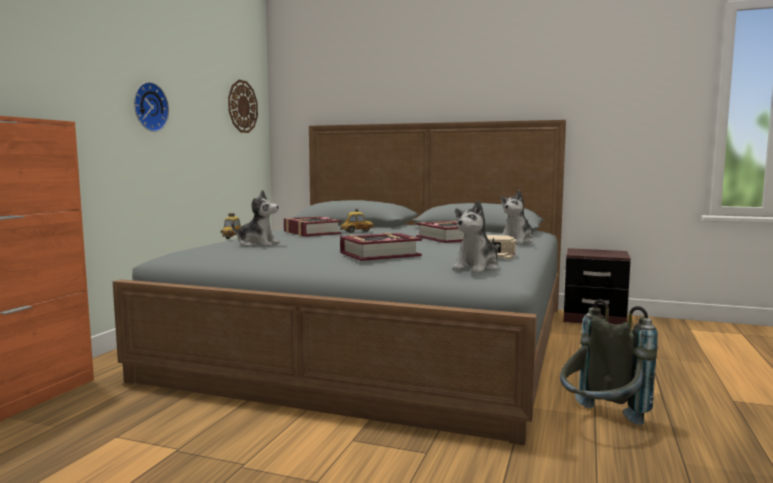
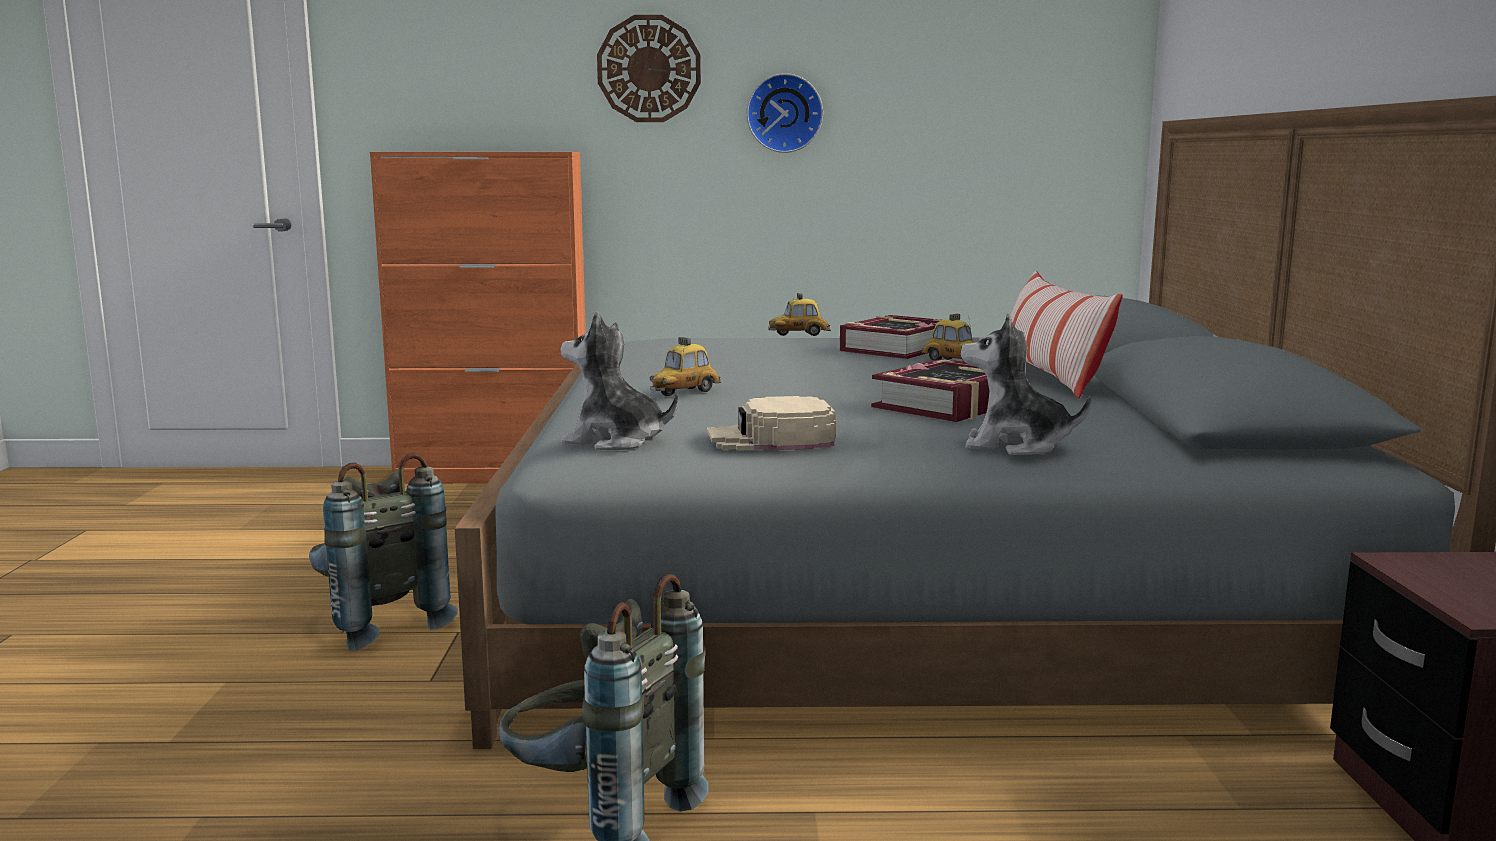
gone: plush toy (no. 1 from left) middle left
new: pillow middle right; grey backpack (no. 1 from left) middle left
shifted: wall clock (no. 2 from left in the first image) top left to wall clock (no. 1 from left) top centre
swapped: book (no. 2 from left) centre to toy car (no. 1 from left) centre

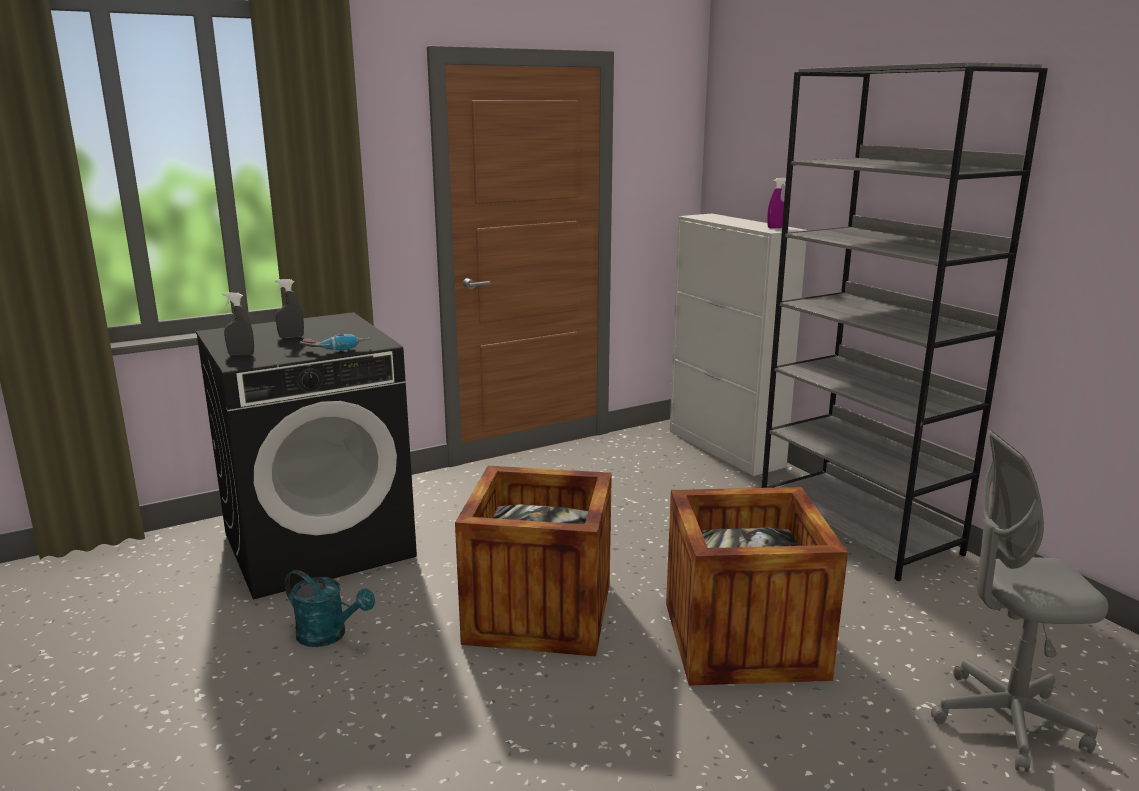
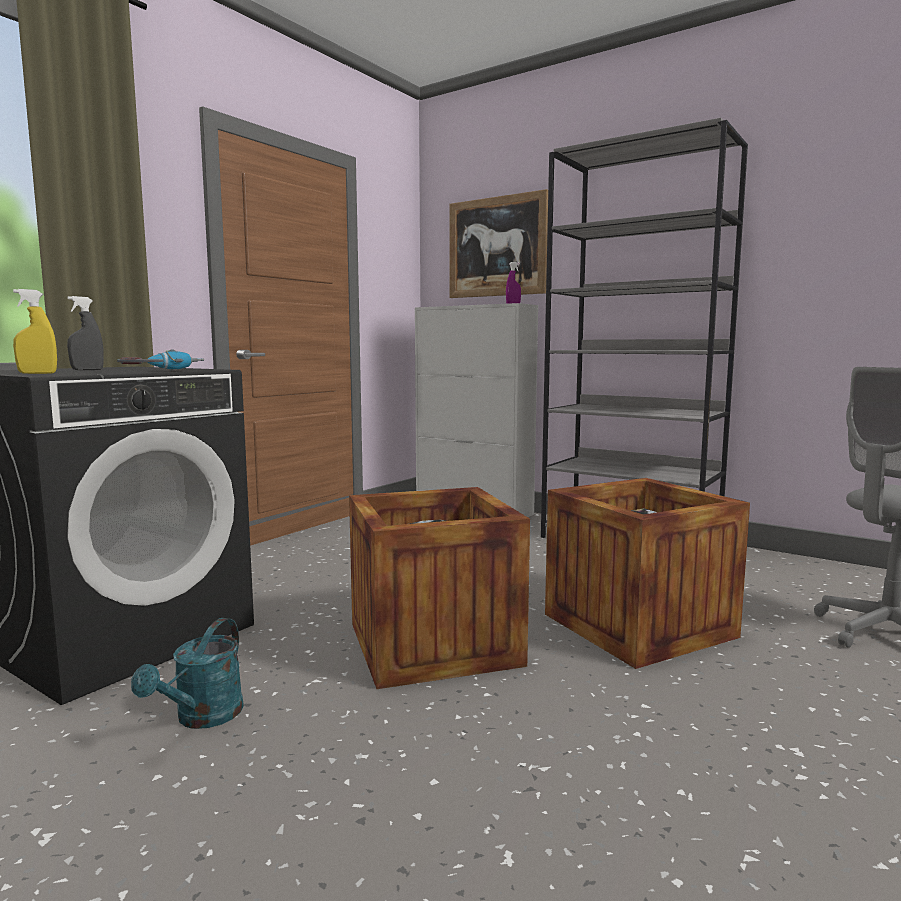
new: picture top centre
repainted: grey spray bottle (no. 1 from left) middle left to yellow spray bottle middle left
rotated: turquoise watering can bottom left = bottom left 105 degrees clockwise

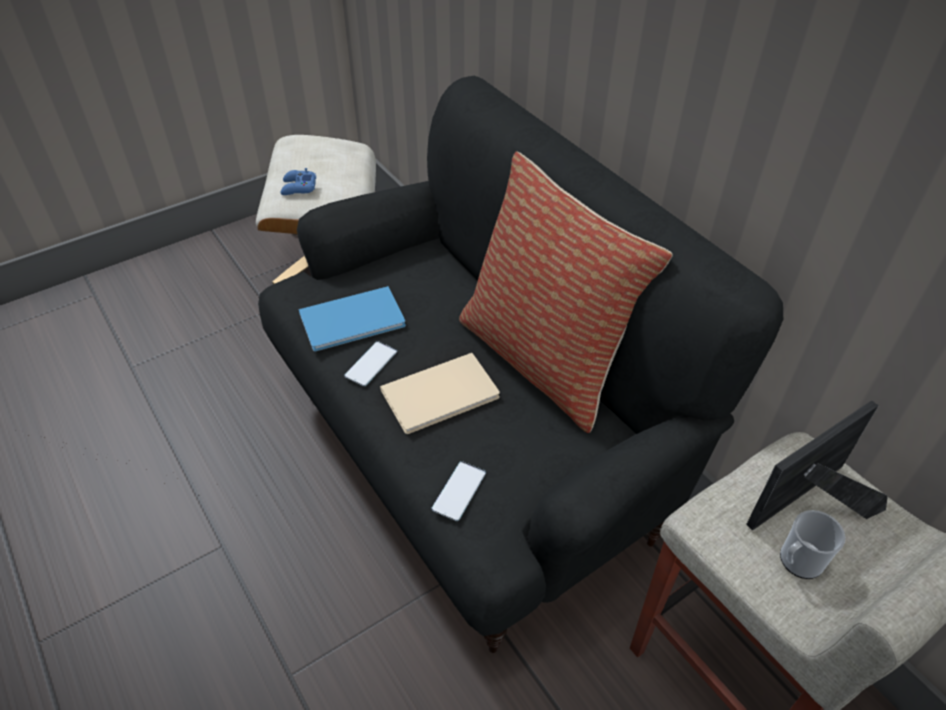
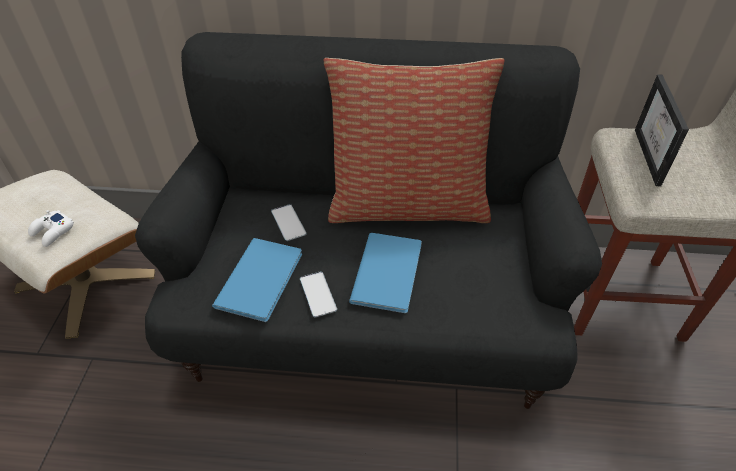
gone: mug bottom right
shifted: phone (no. 2 from left in the first image) bottom centre to phone (no. 1 from left) centre
repainted: blue game controller top left to white game controller middle left; beige book centre to blue book (no. 2 from left) centre

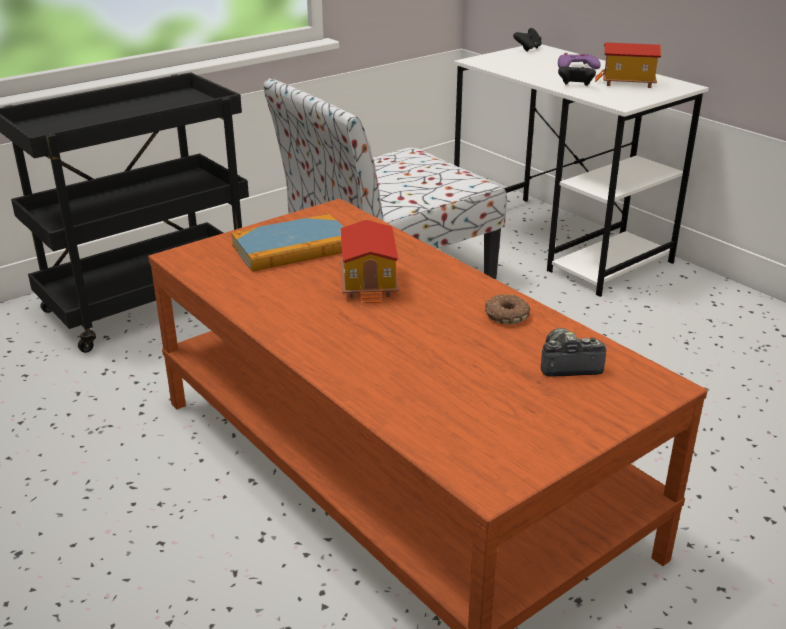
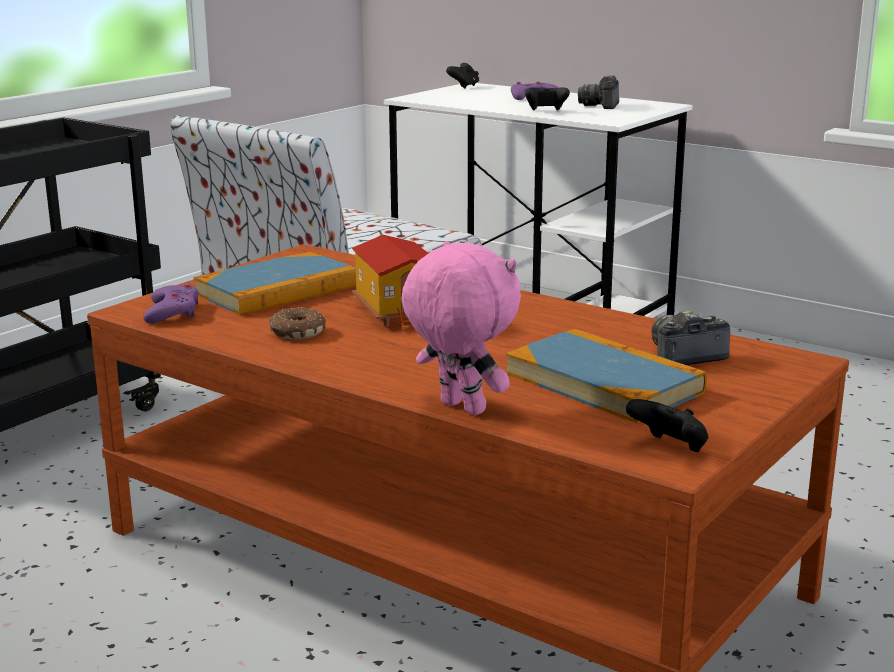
new: pink plush toy centre; purple game controller (no. 1 from left) middle left; book (no. 2 from left) middle right; black game controller (no. 3 from left) middle right
shifted: donut centre to middle left
swapped: toy house (no. 2 from left) top right to photo camera (no. 1 from left) top right

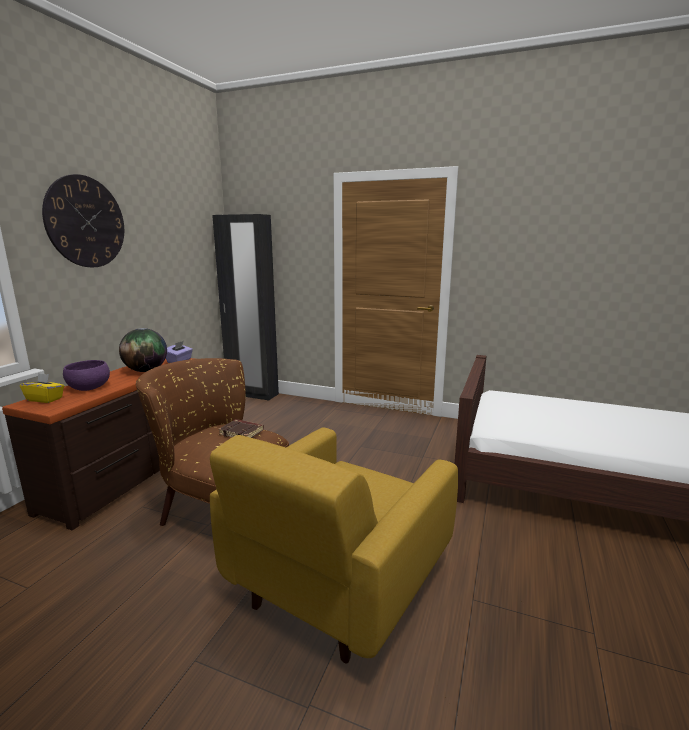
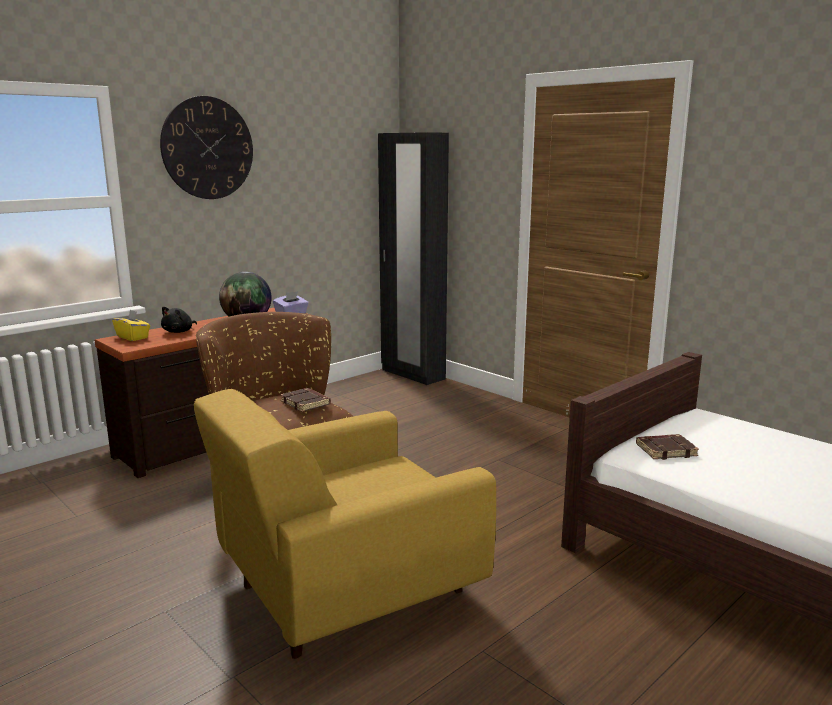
new: brown book (no. 2 from left) middle right
swapped: purple bowl middle left to black plush toy middle left

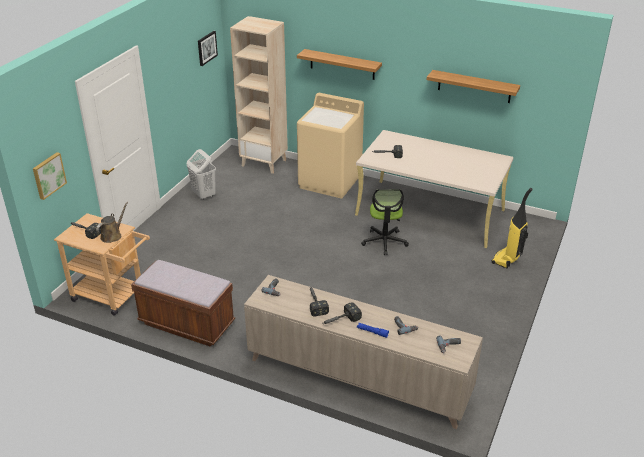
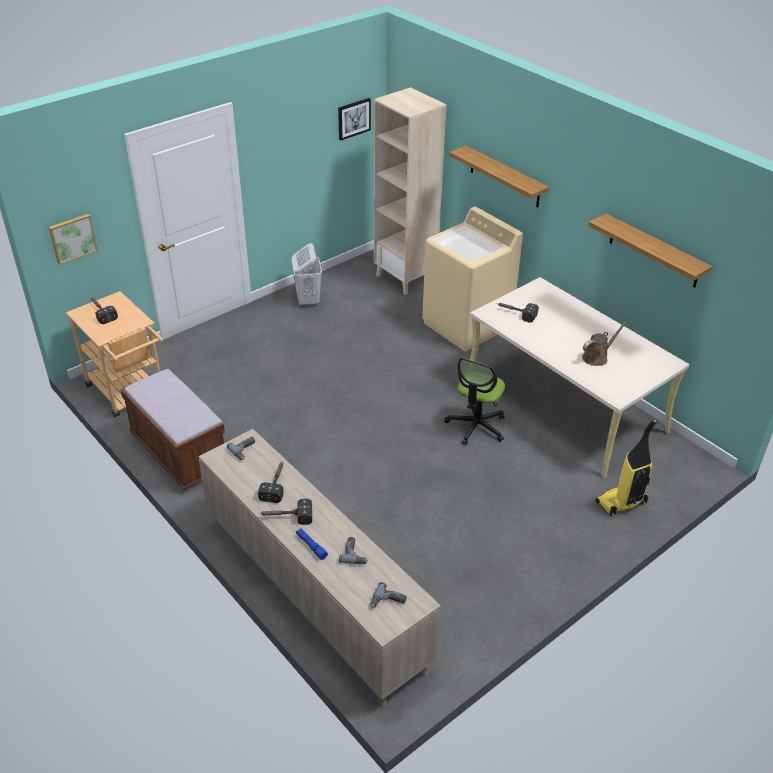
shifted: brown watering can middle left to middle right

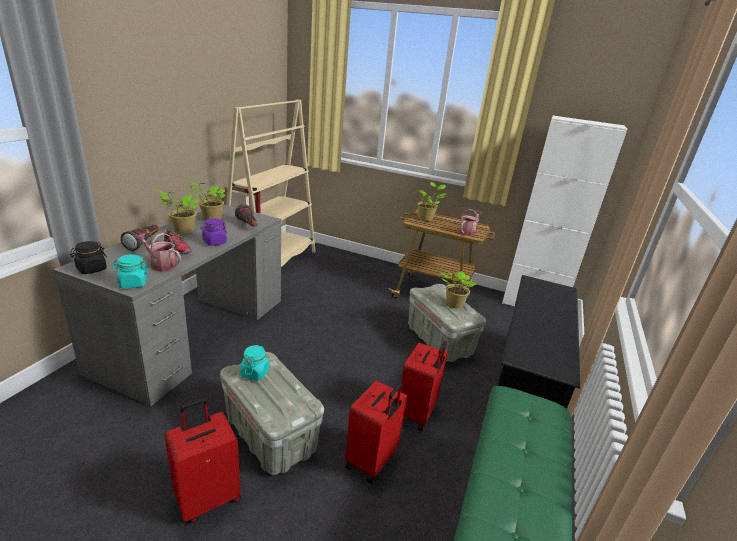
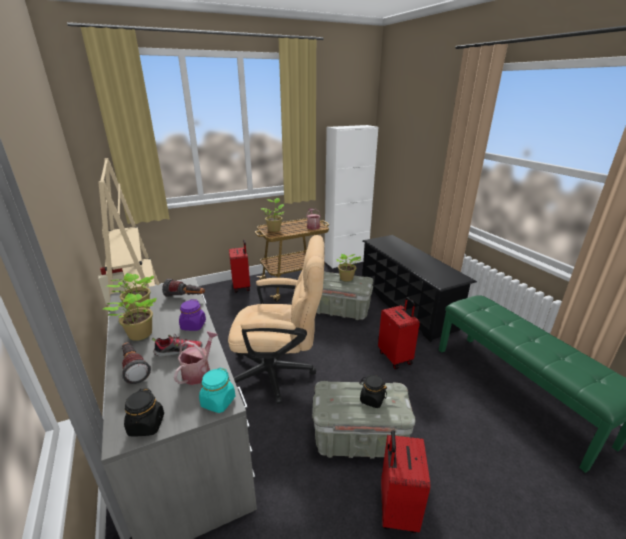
gone: turquoise jar (no. 2 from left) bottom centre
new: beige office chair centre; black jar (no. 2 from left) bottom centre
shifted: red suitcase (no. 2 from left in the first image) bottom centre to red suitcase (no. 1 from left) centre
rotated: watering can (no. 1 from left) middle left = middle left 135 degrees clockwise

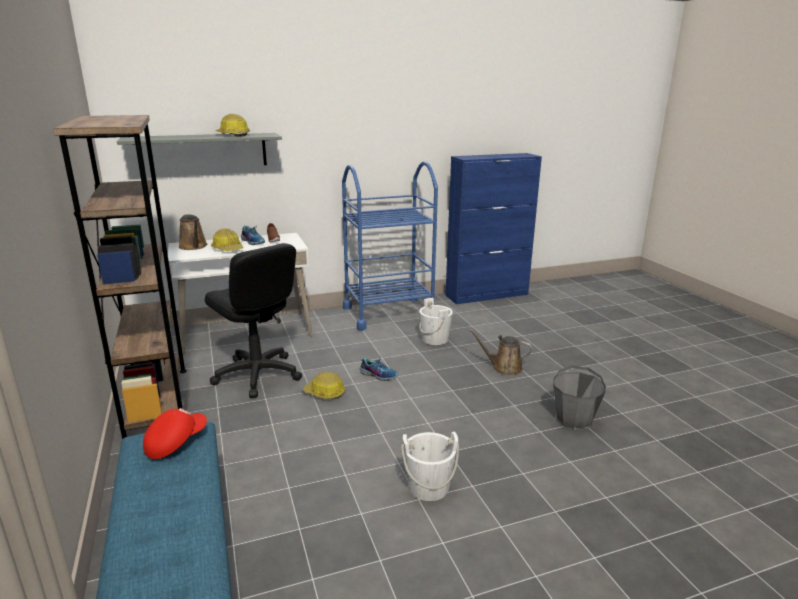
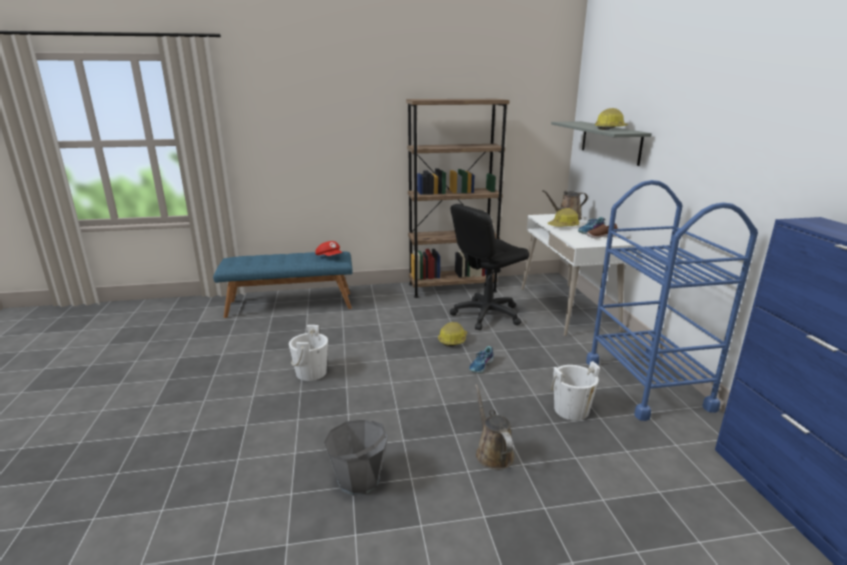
rotated: brown watering can (no. 2 from left in the first image) centre = bottom centre 45 degrees counterclockwise

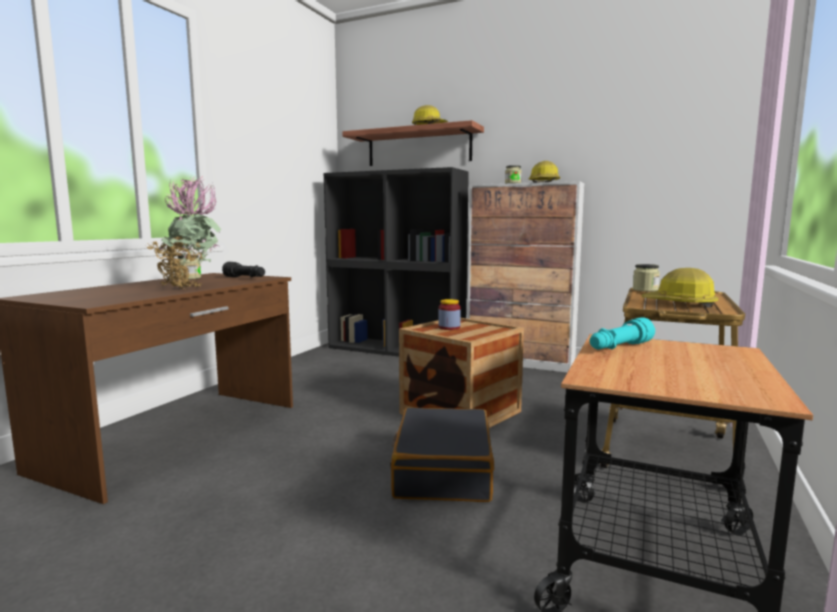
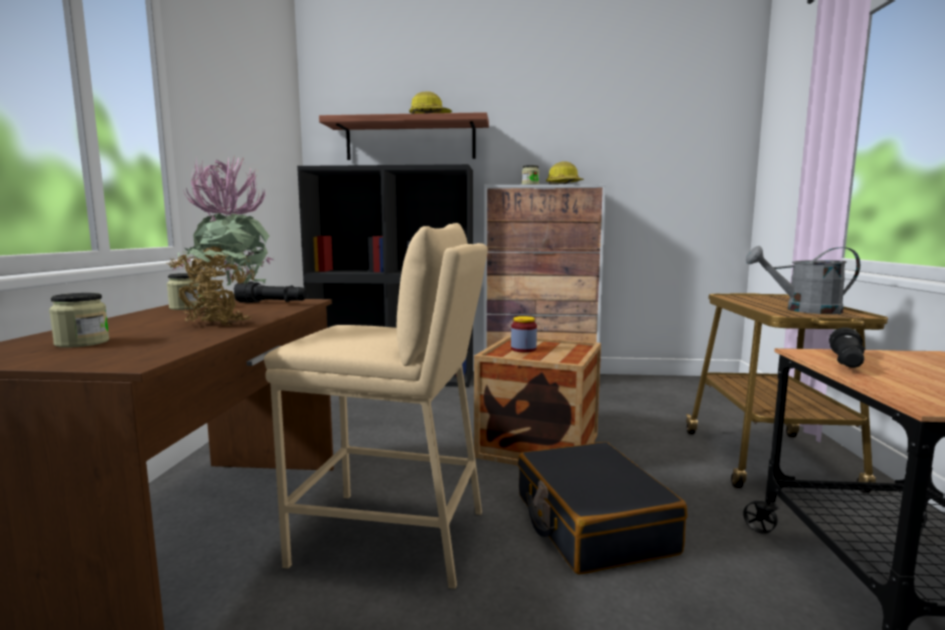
new: beige stool centre
shifted: jar (no. 4 from left in the first image) middle right to jar (no. 1 from left) middle left
swapped: hard hat (no. 3 from left) middle right to grey watering can middle right
repainted: turquoise flashlight middle right to black flashlight (no. 2 from left) middle right

